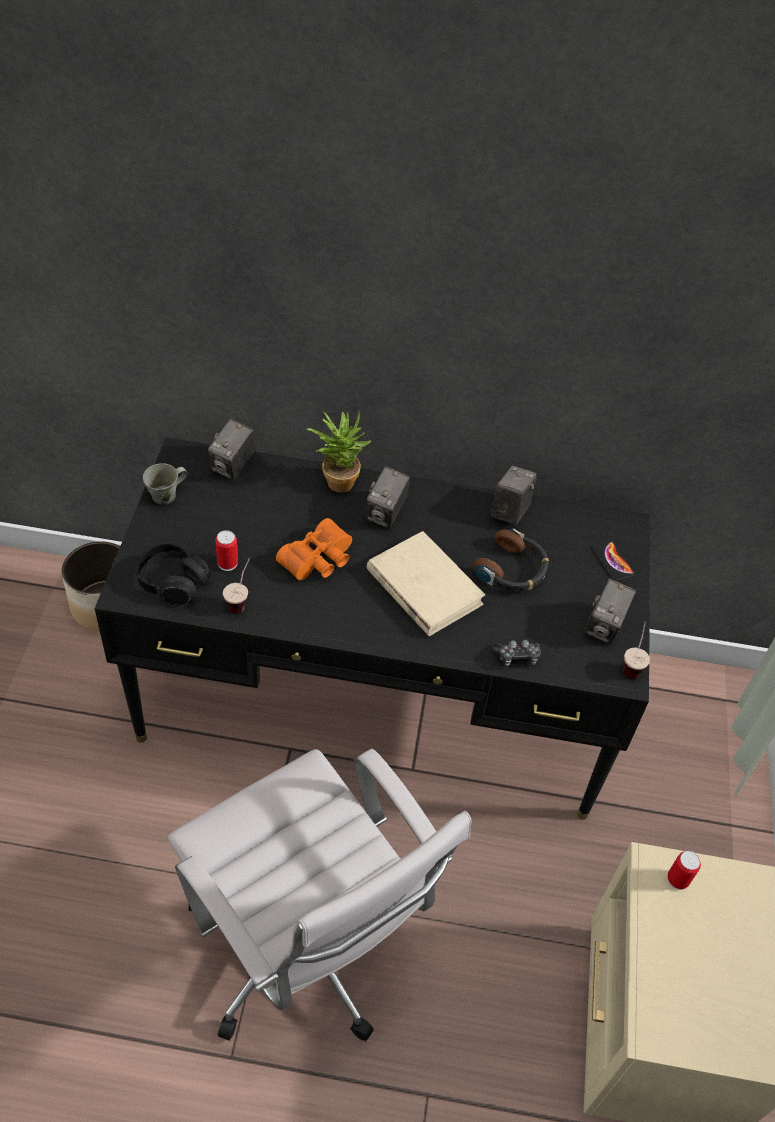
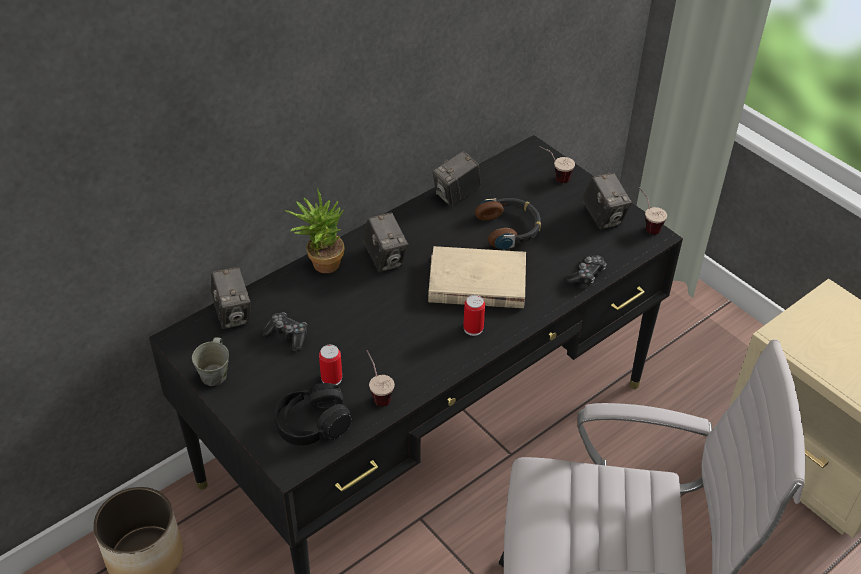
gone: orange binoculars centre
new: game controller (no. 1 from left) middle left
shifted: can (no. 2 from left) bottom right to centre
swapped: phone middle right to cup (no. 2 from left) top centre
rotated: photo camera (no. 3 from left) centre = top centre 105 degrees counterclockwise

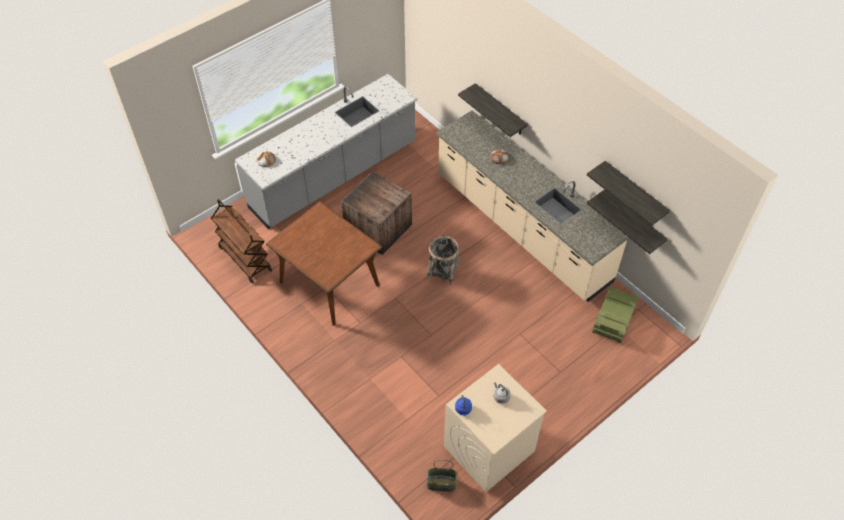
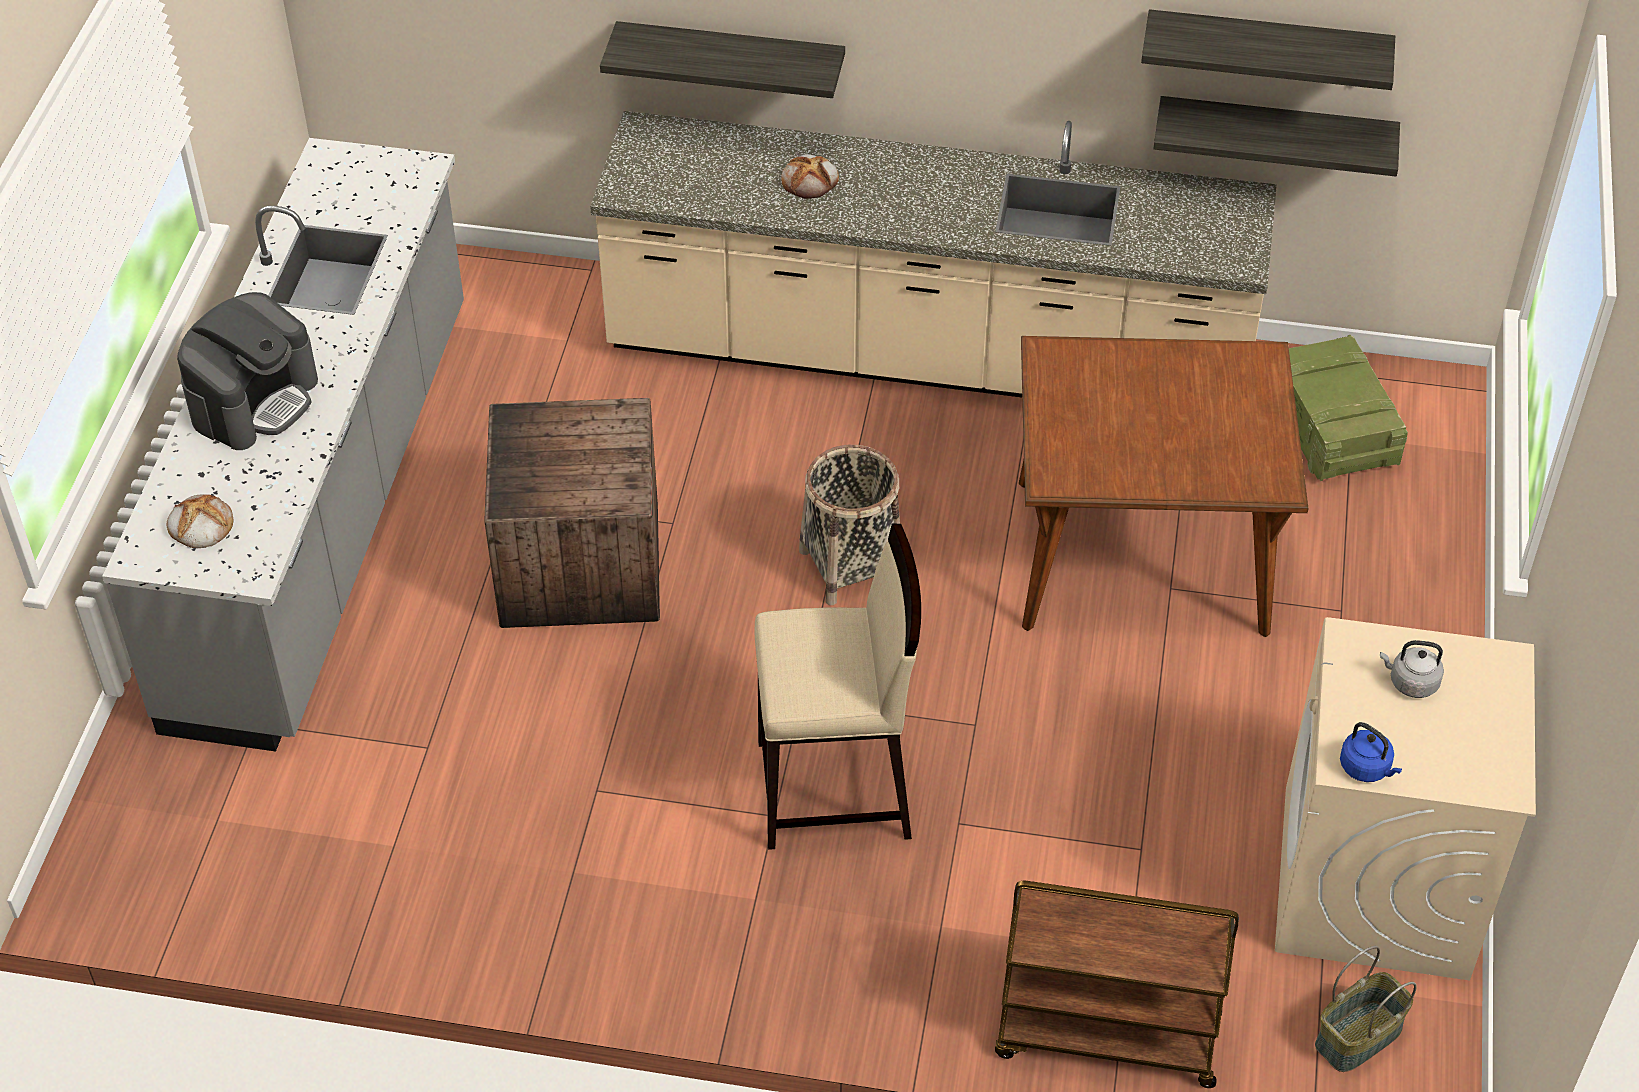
new: coffee machine middle left; beige stool centre
shifted: brown cart middle left to bottom right; brown dining table centre to middle right

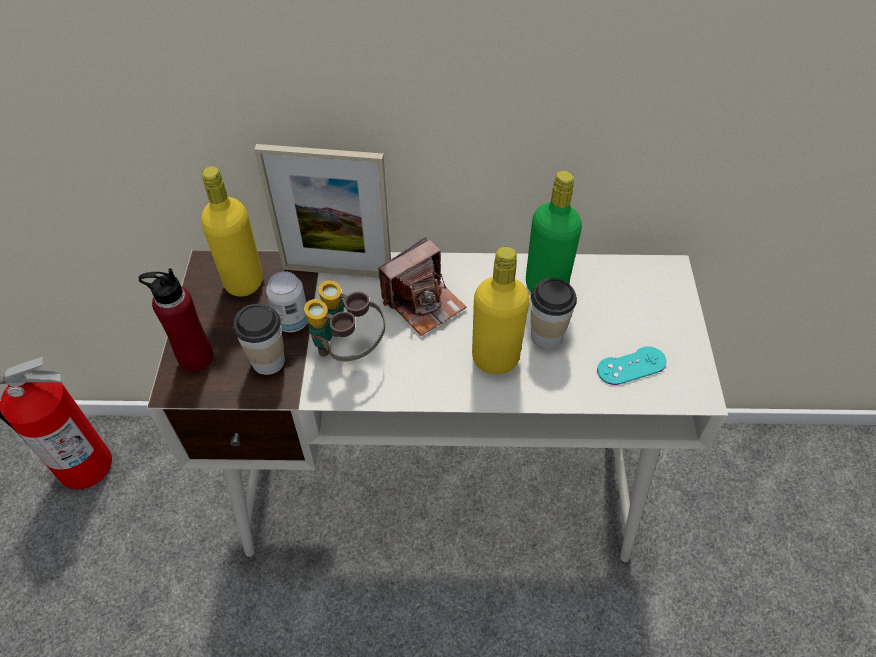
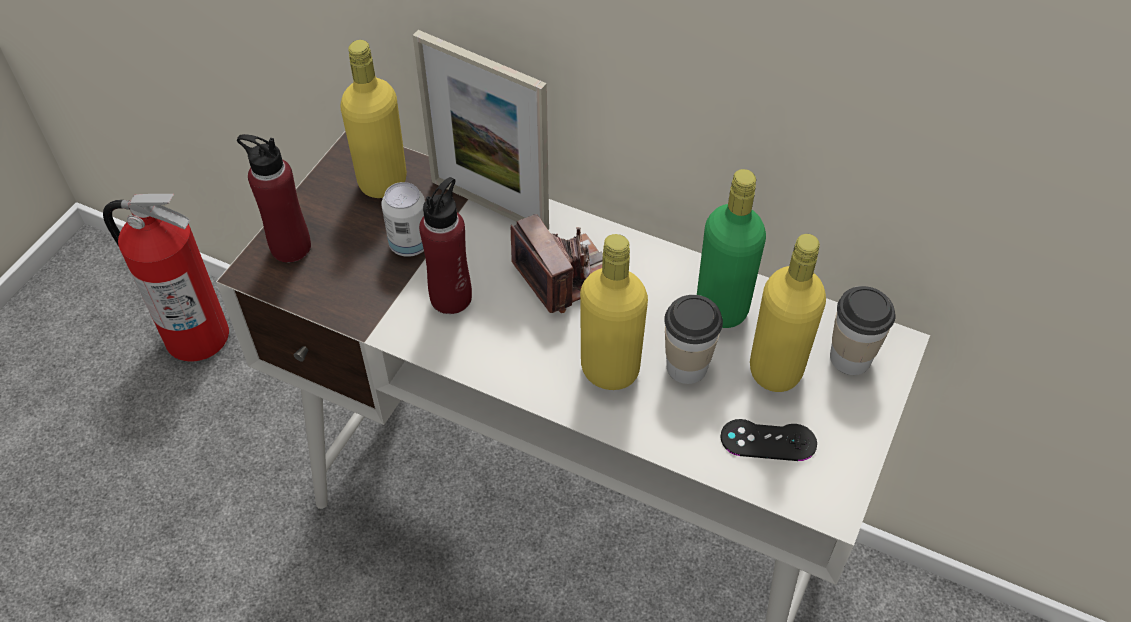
new: yellow bottle (no. 3 from left) middle right
shifted: cup (no. 1 from left in the first image) middle left to cup (no. 2 from left) middle right
swapped: binoculars centre to red bottle (no. 2 from left) centre
repainted: turquoise game controller middle right to black game controller bottom right
rotated: photo camera centre = centre 105 degrees counterclockwise

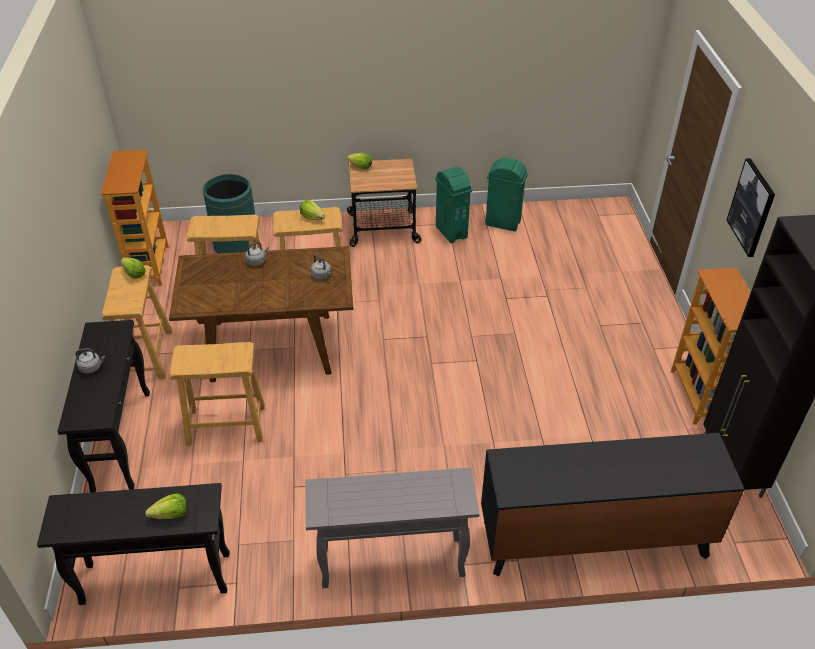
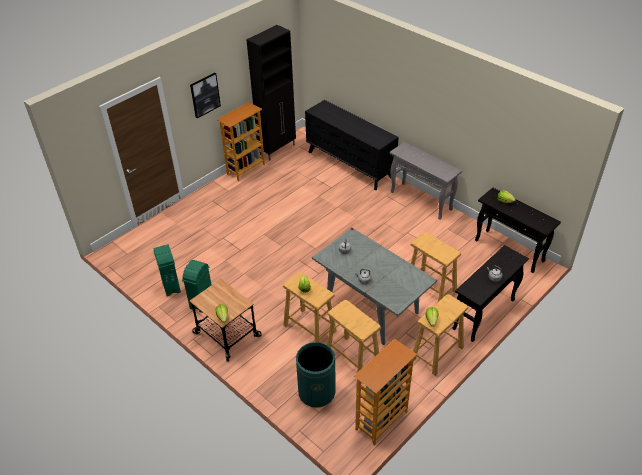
repainted: brown dining table middle left to grey dining table centre

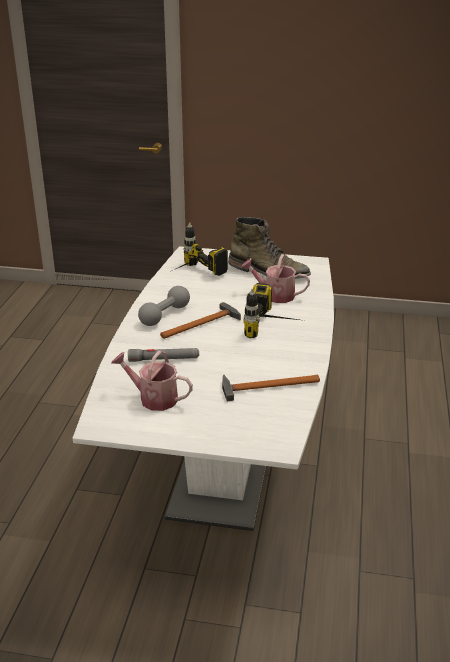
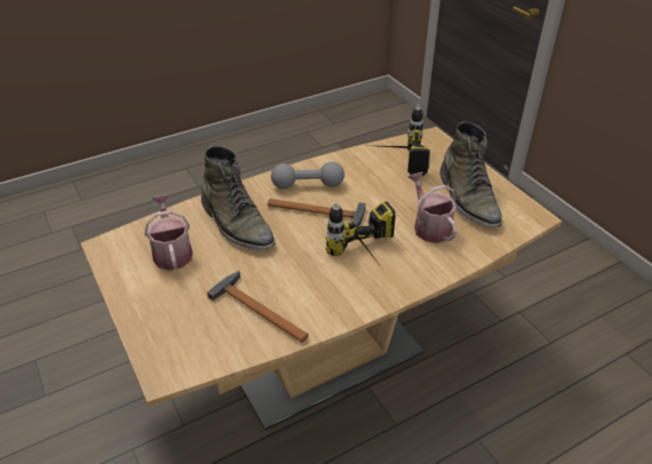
swapped: grey flashlight centre to green boot (no. 1 from left) centre
repainted: white dining table centre to brown dining table centre

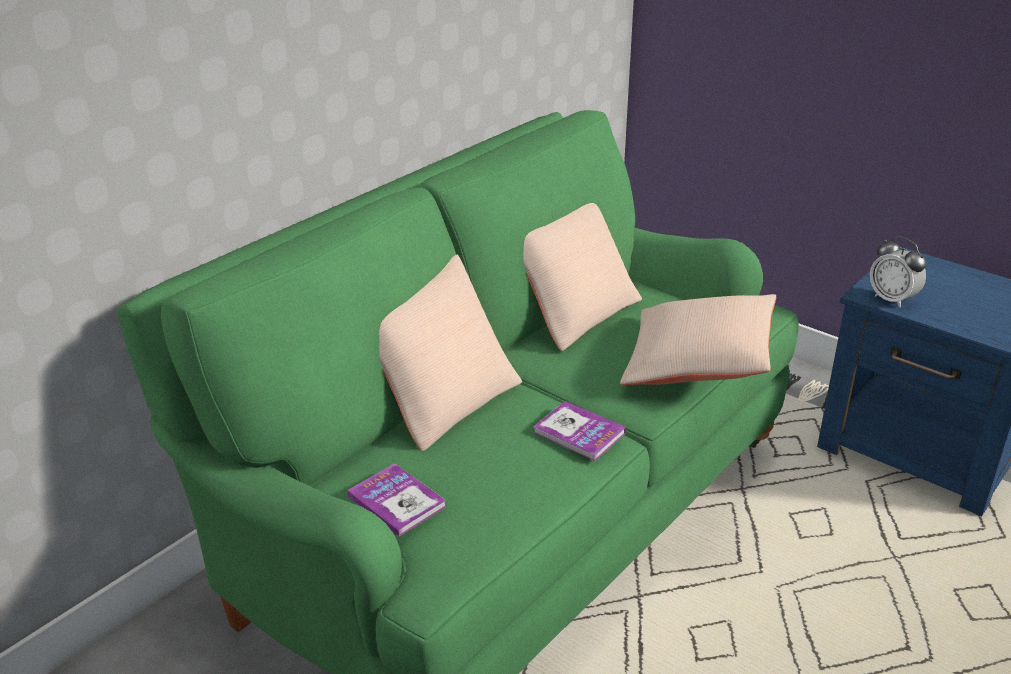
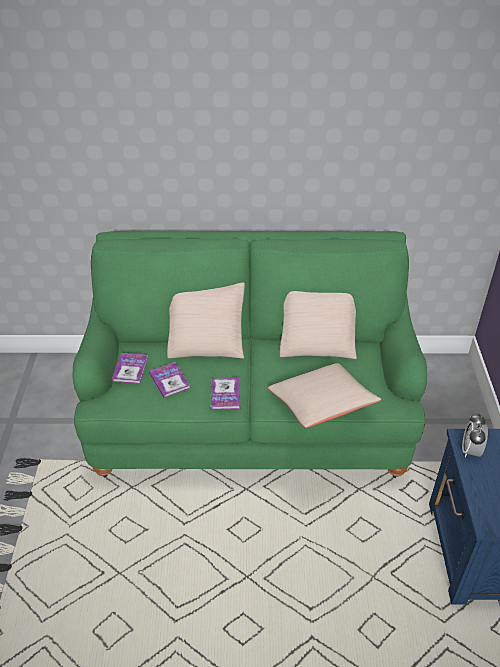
new: book (no. 2 from left) centre

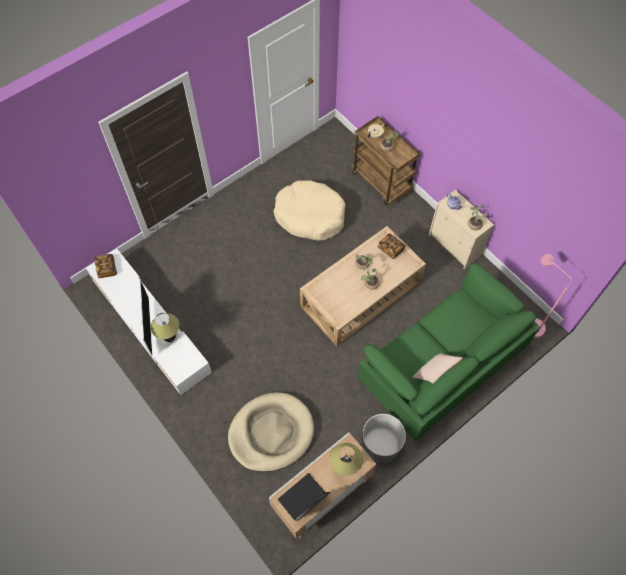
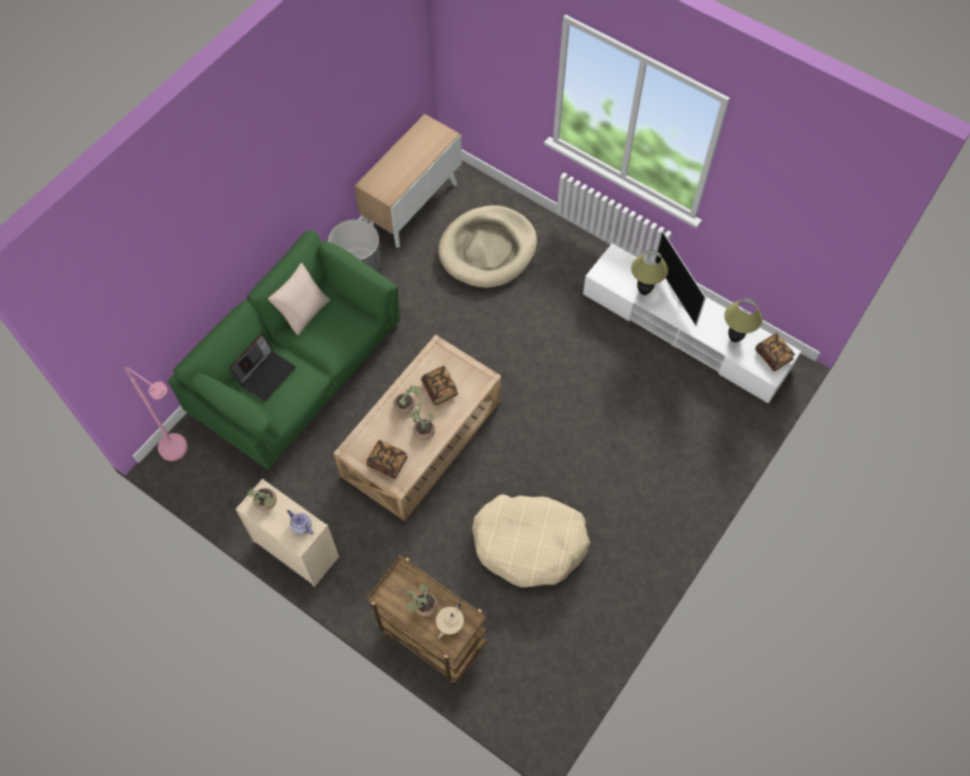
new: book (no. 2 from left) centre
shifted: table lamp (no. 2 from left) bottom centre to middle right; laptop bottom centre to middle left

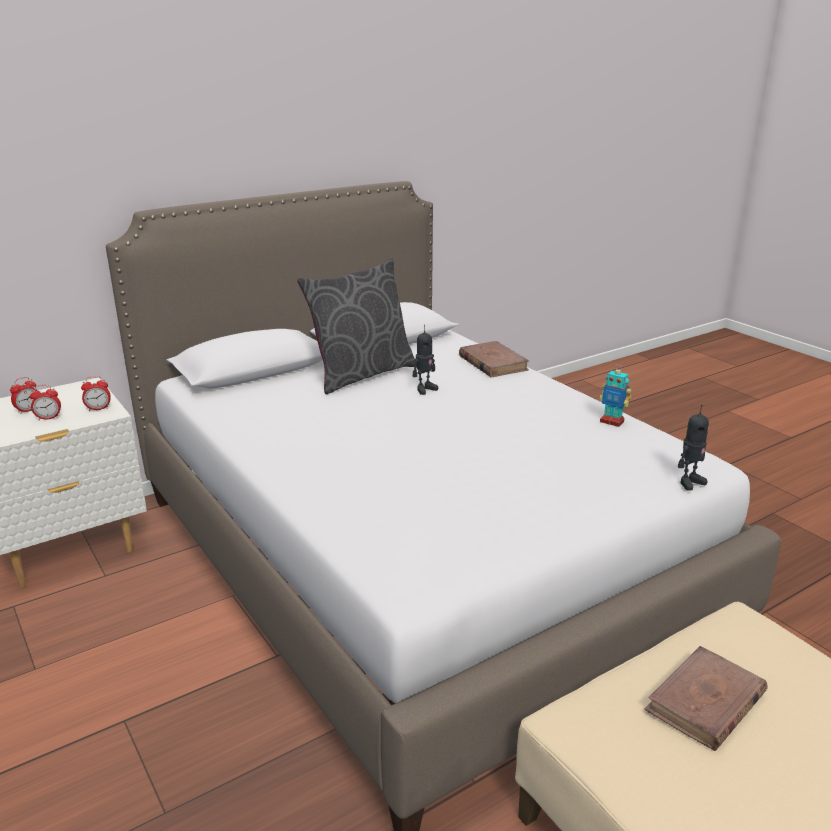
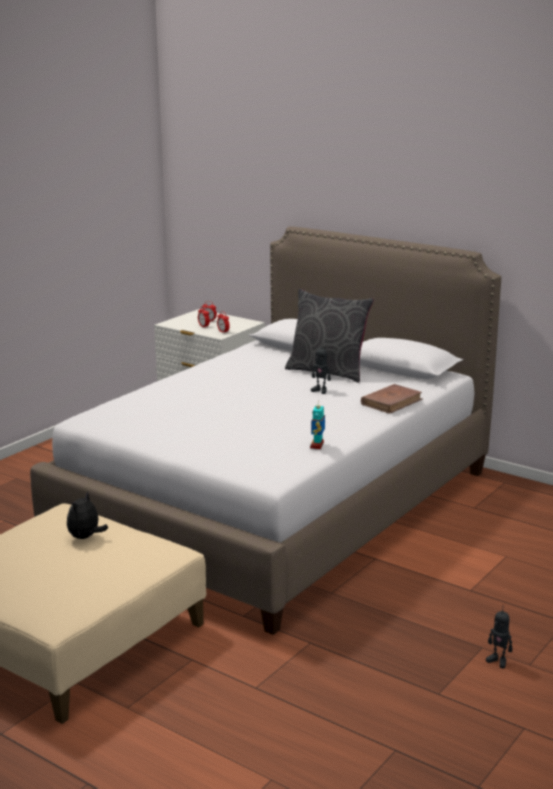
shifted: toy robot (no. 3 from left) middle right to bottom right
swapped: brown book (no. 2 from left) bottom right to plush toy middle left

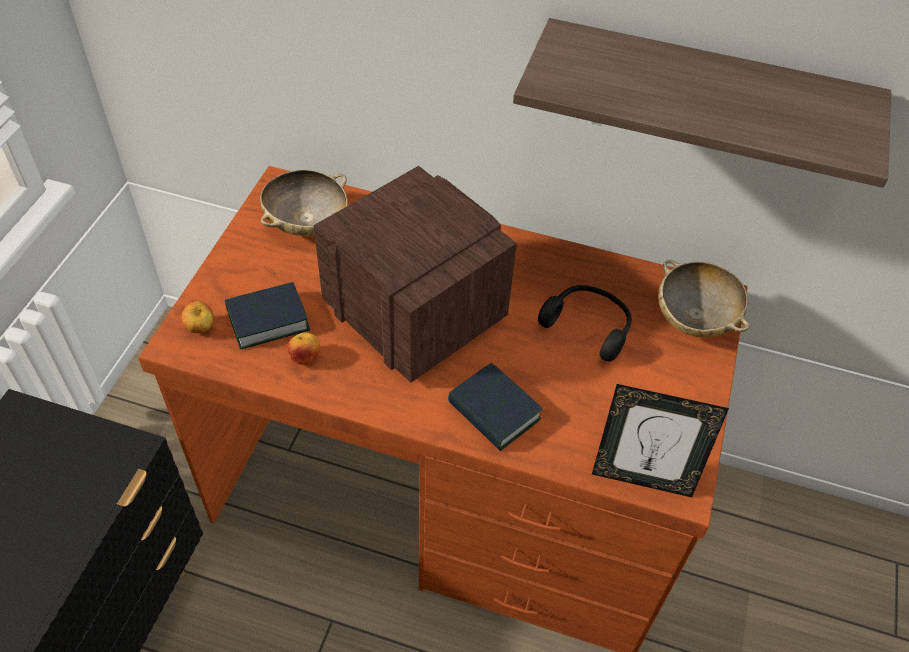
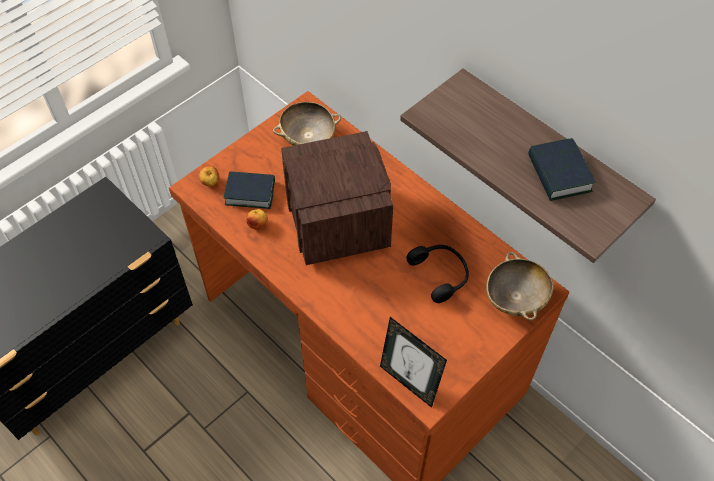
shifted: book (no. 2 from left) centre to middle right

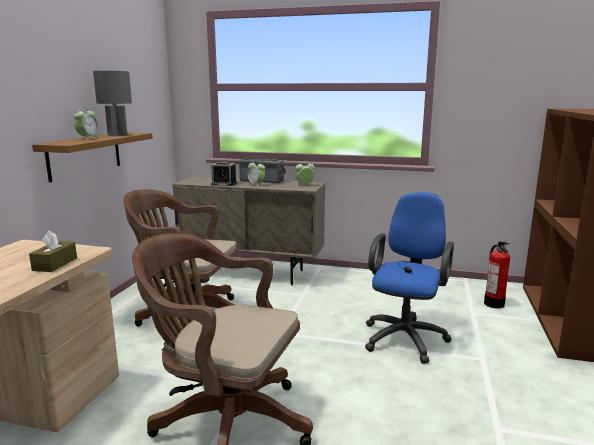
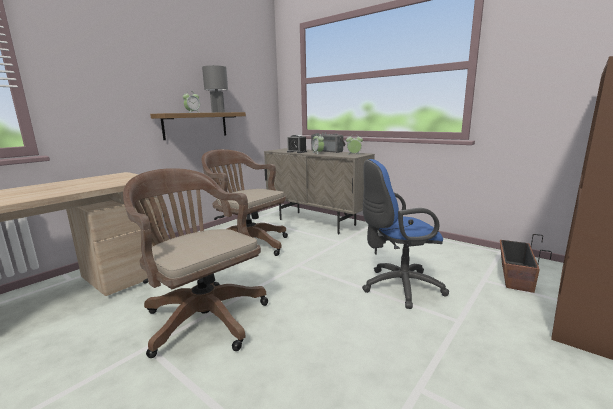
gone: brown tissue box middle left
swapped: fire extinguisher middle right to planter middle right
rotated: blue office chair middle right = centre 150 degrees counterclockwise

